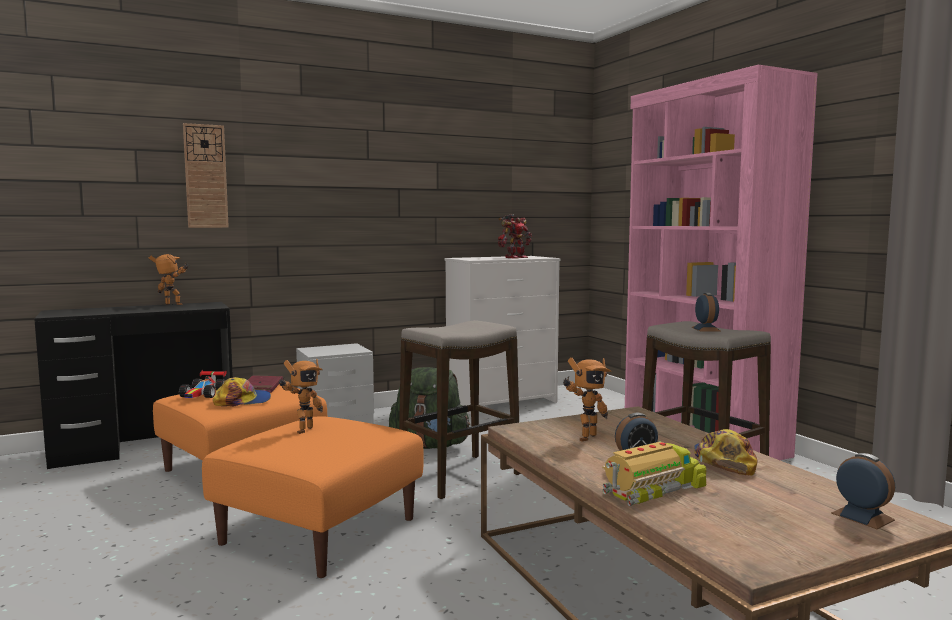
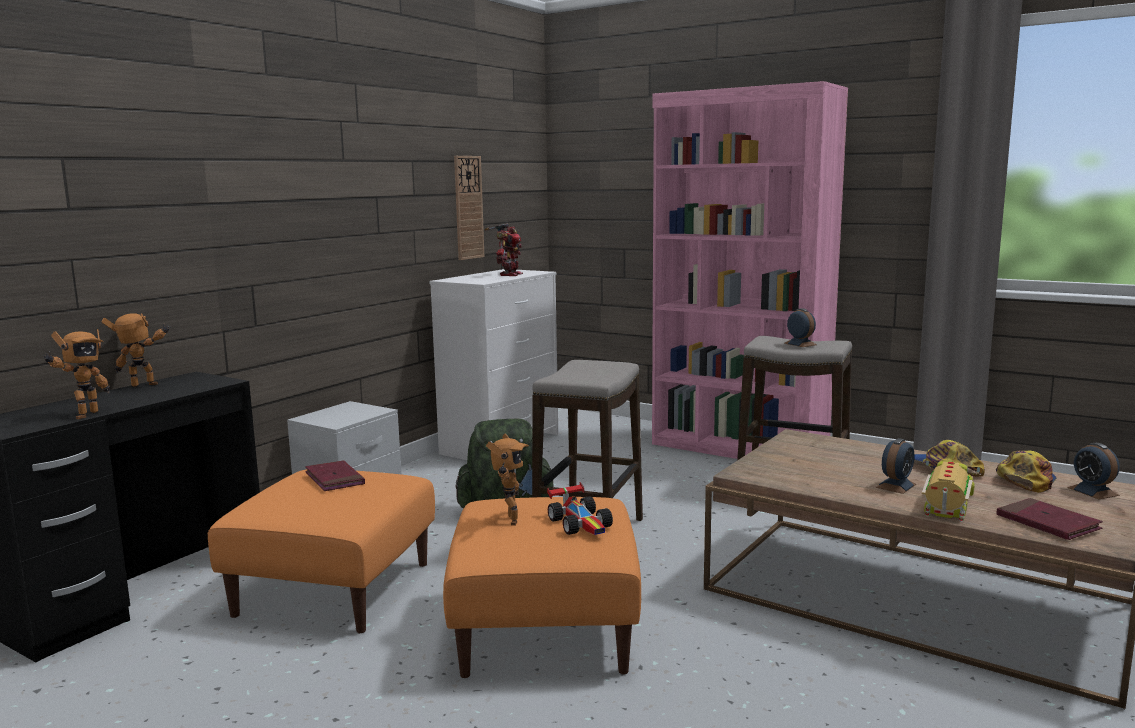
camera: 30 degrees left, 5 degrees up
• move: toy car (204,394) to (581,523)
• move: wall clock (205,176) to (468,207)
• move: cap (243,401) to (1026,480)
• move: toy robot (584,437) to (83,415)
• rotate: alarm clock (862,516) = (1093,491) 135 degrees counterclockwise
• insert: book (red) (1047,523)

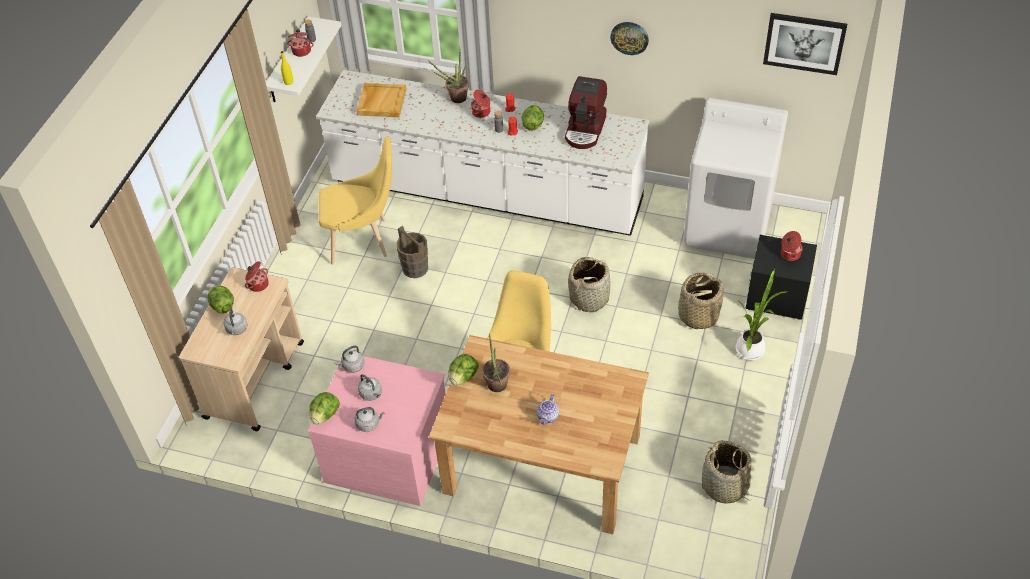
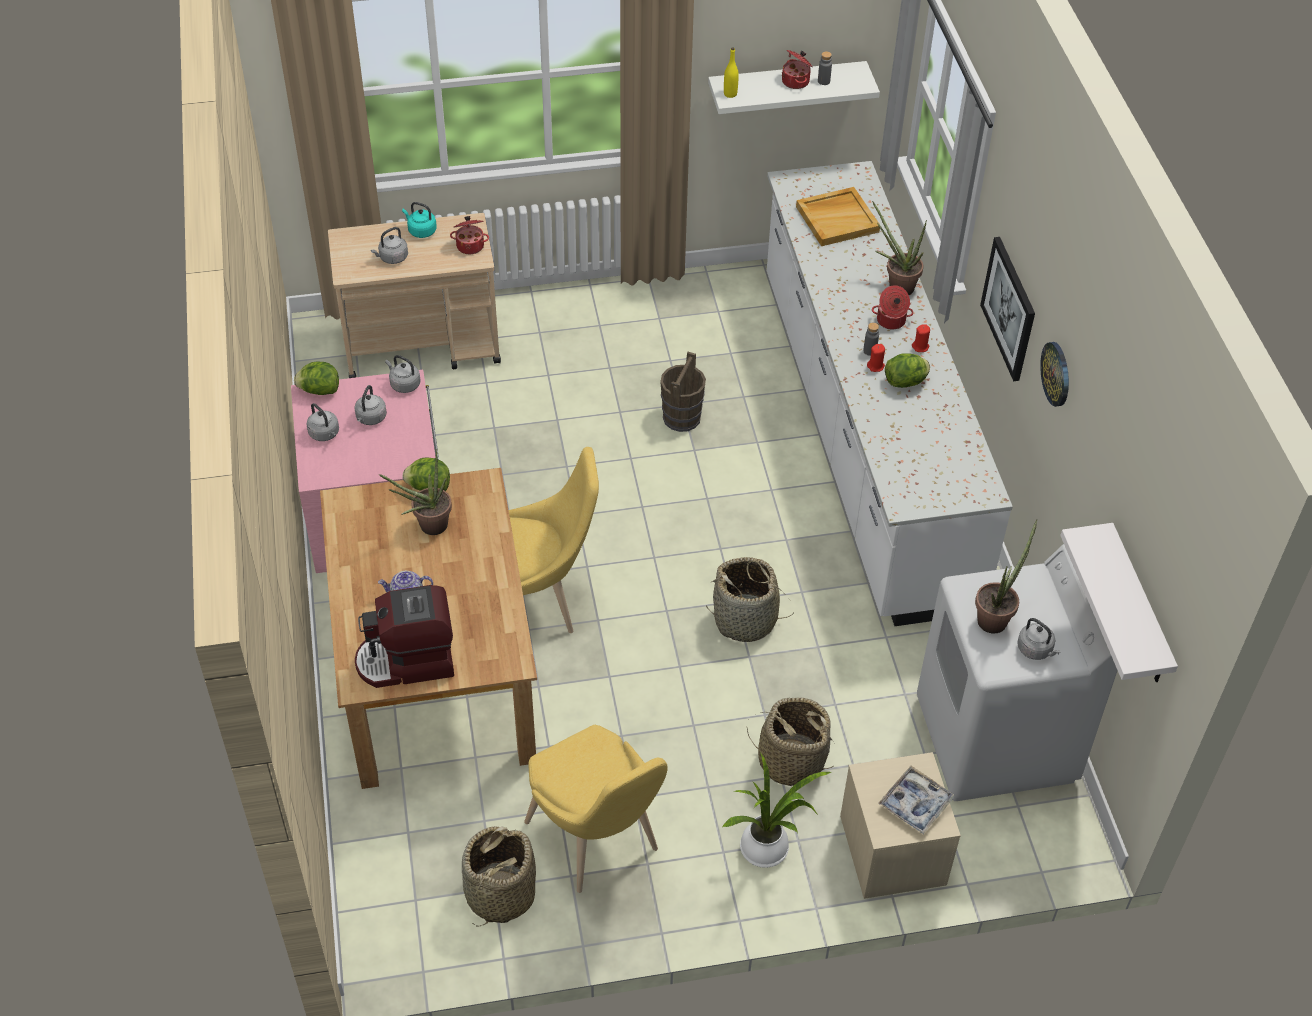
camera: 60 degrees right, 0 degrees up
• replace: lettuce (222,306) to kettle (turquoise) (421,231)
• move: chair (yellow) (364,240) to (598,842)
• move: coffee machine (585,129) to (408,662)
• recolor: nightstand (black) (777,296) to nightstand (beige) (892,851)
• move: picture (804,43) to (1009,308)
• replace: cooking pot (789,254) to tray (915,804)
• insert: potted plant (995,617)
• insert: kettle (grey) (1036,650)
• insert: shelf (white) (1138,608)

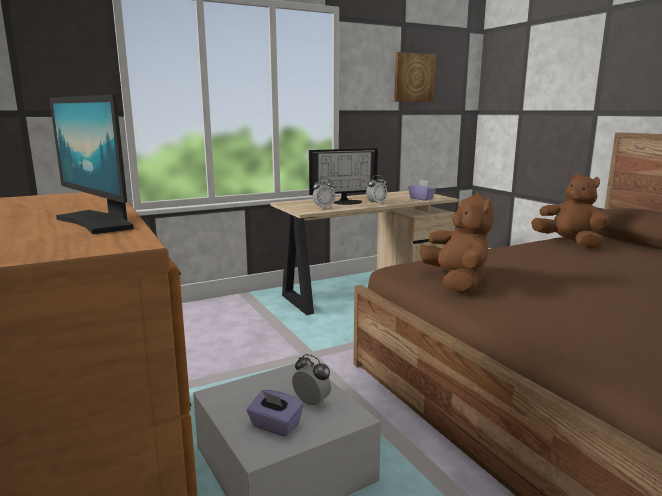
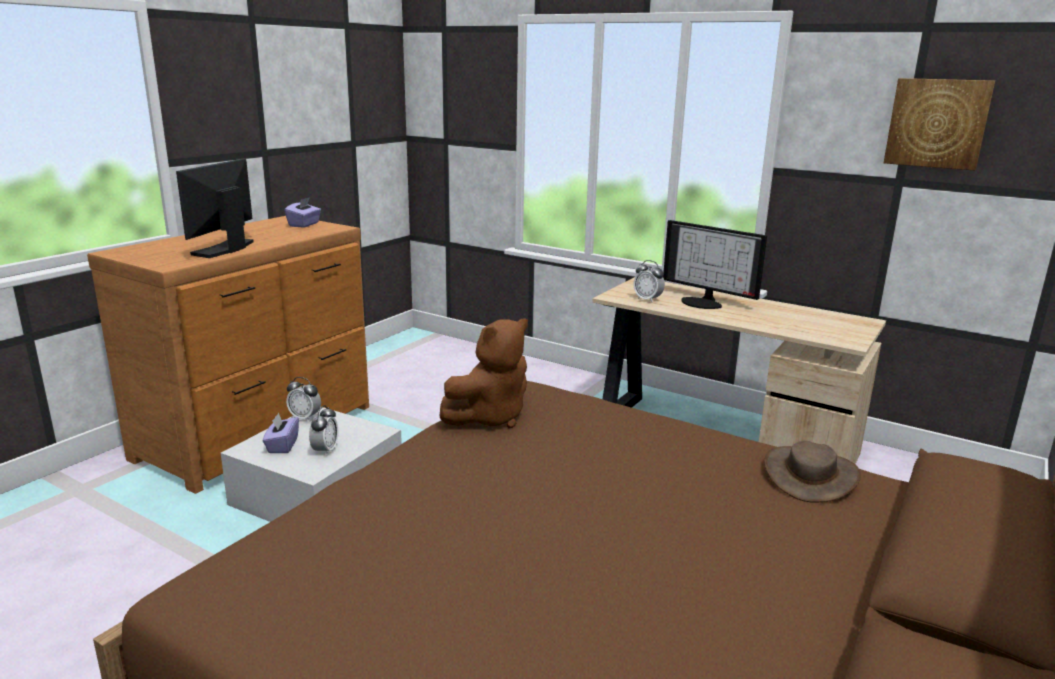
camera: 60 degrees right, 5 degrees up
• move: alarm clock (376,203) to (305,418)
• move: tissue box (purple) (421,199) to (304,224)
• replace: plush toy (brown) (569,243) to hat (brown) (810,475)

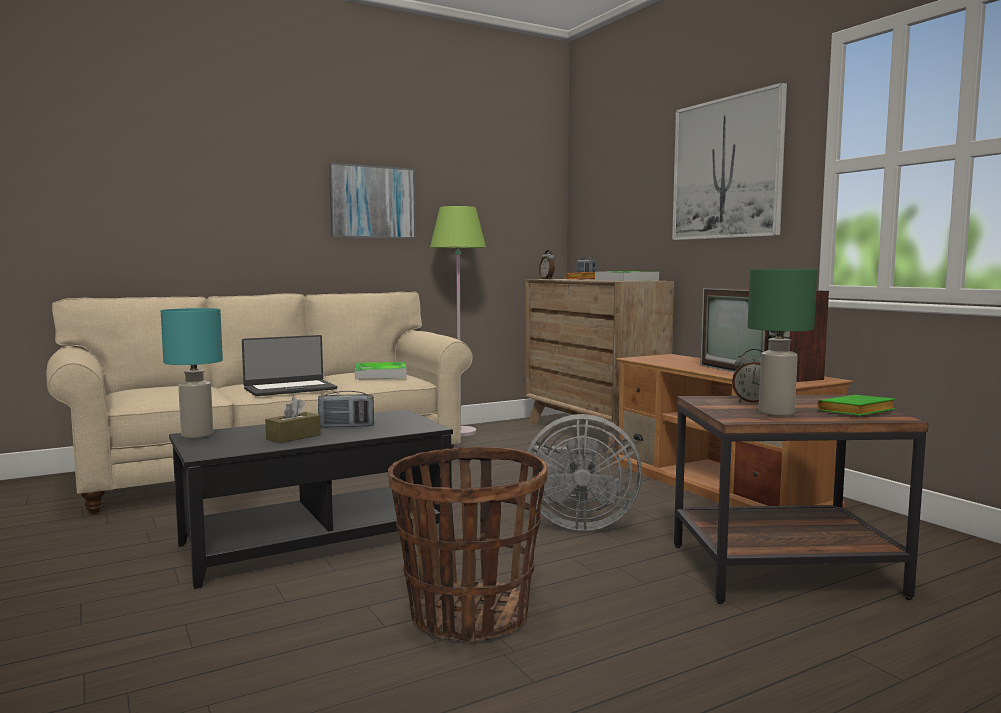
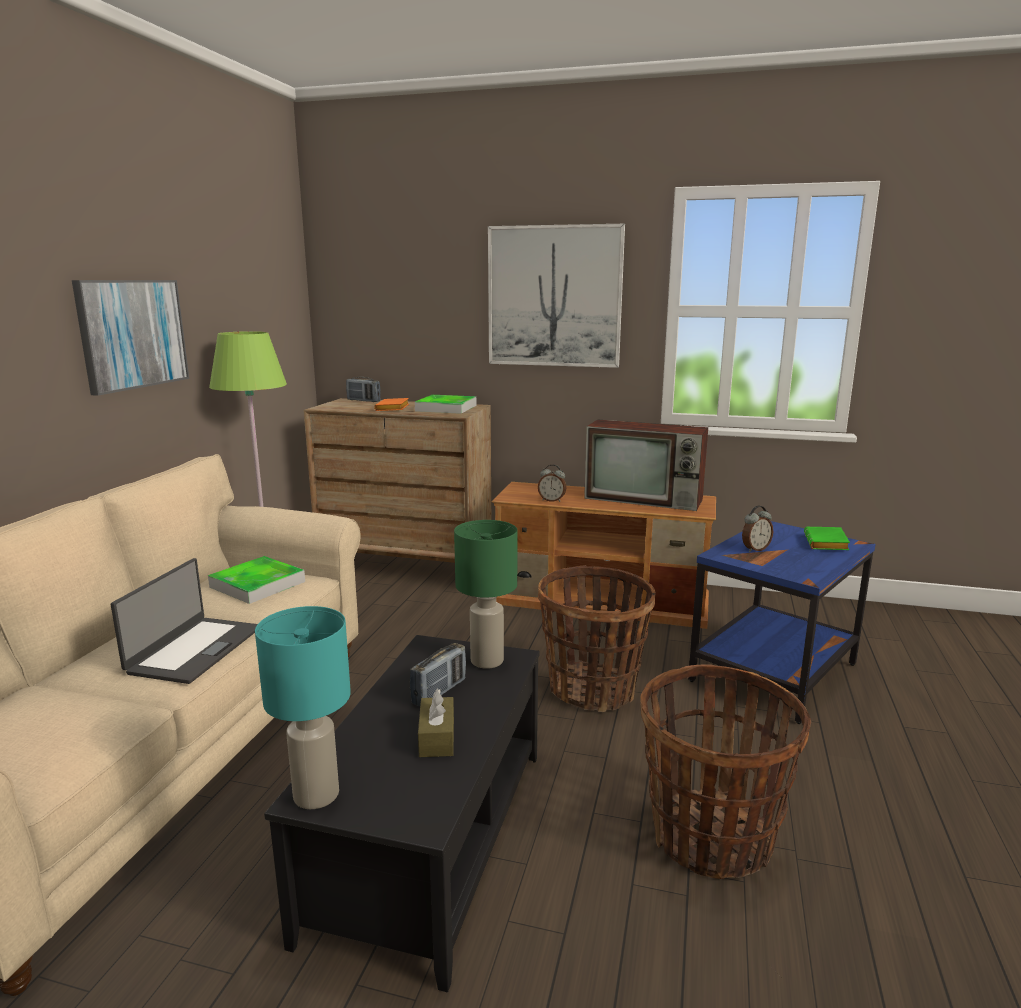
camera: 45 degrees left, 10 degrees up
• replace: fan (grey) (577,523) to basket (592,689)
• move: alarm clock (547,279) to (552,500)
• recolor: side table (brown) (782,570) to side table (blue) (772,672)
• move: table lamp (green) (777,413) to (487,660)

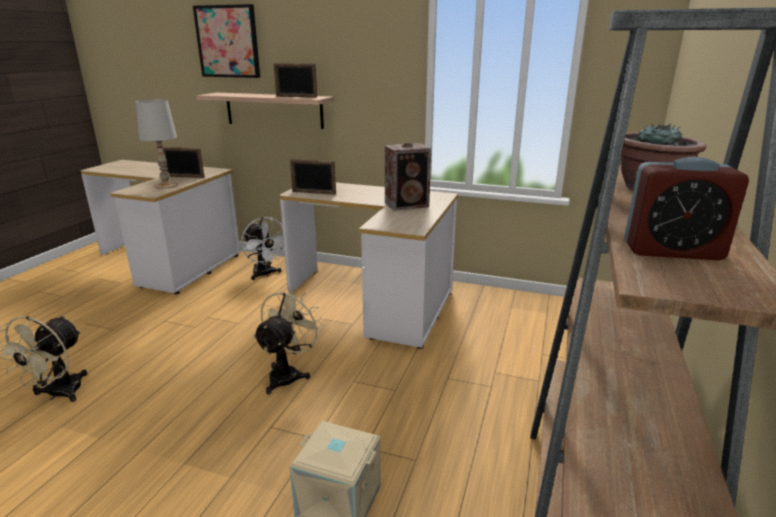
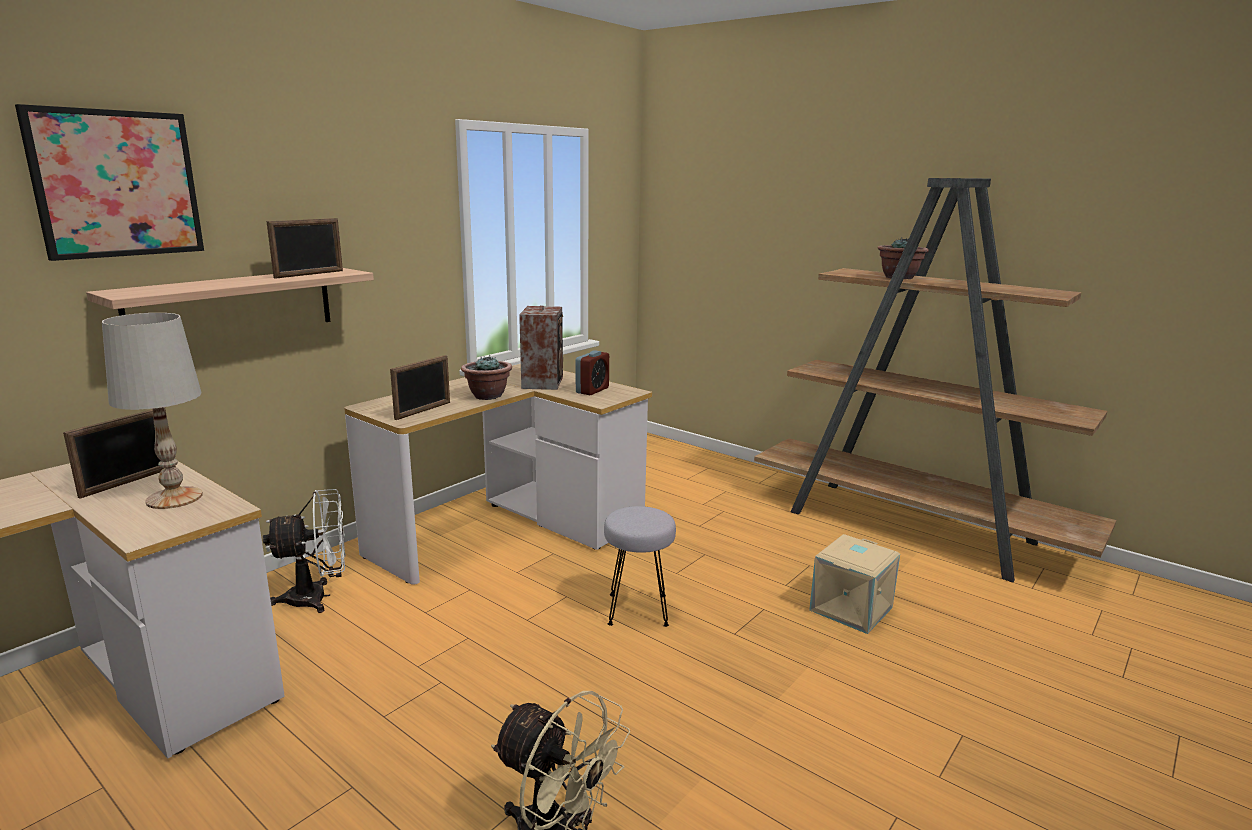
camera: 70 degrees left, 5 degrees down
• replace: fan (beige) (288,374) to stool (grey) (637,610)
• move: alarm clock (672,251) to (592,390)
• insert: potted plant (487,396)

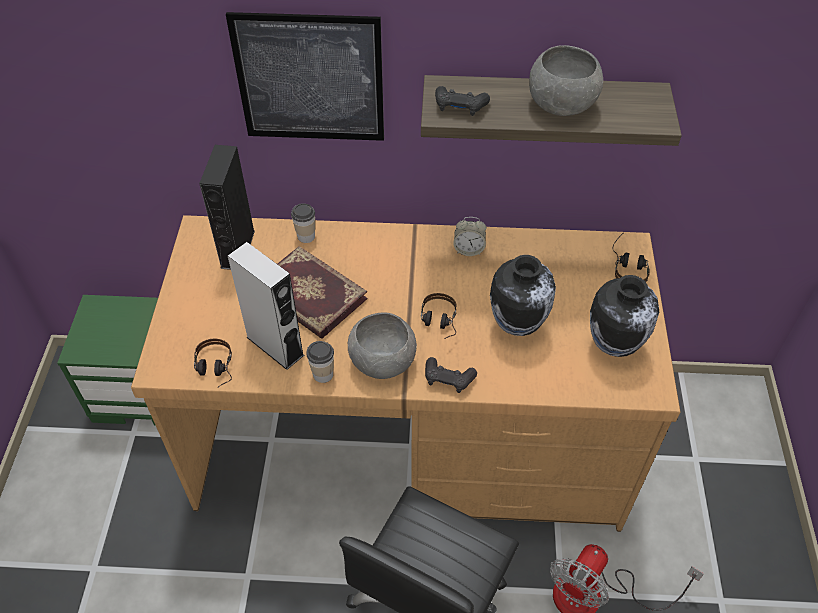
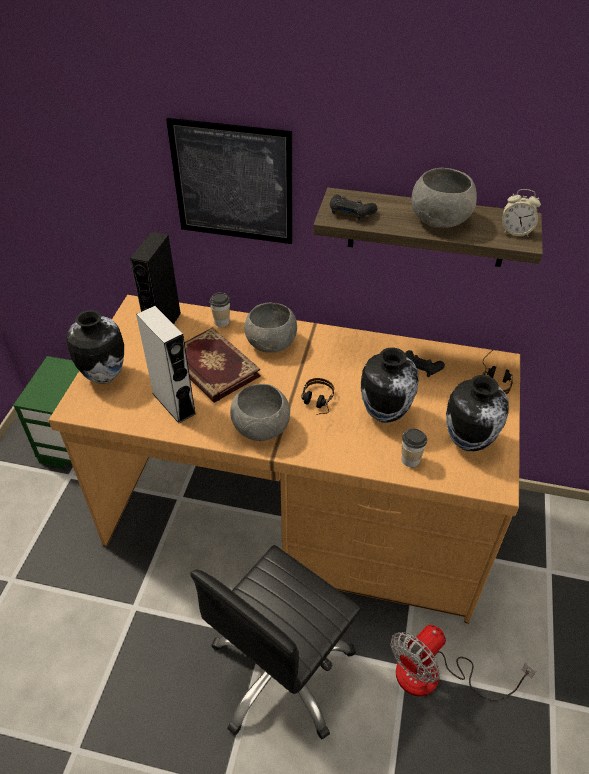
camera: 10 degrees right, 5 degrees down
• delete: headphones (214,371)
• move: cup (323,374) to (410,460)
• move: game controller (black) (448,379) to (421,368)
• move: alarm clock (468,249) to (515,231)
• insert: vase (104,375)
• insert: bowl (grey) (271,343)

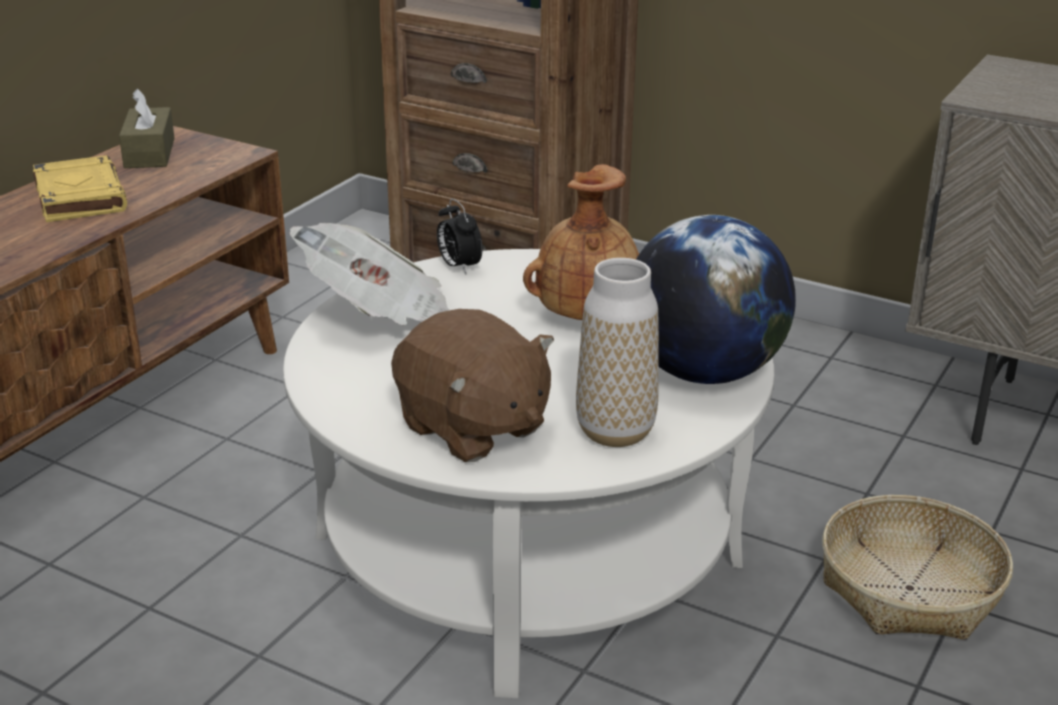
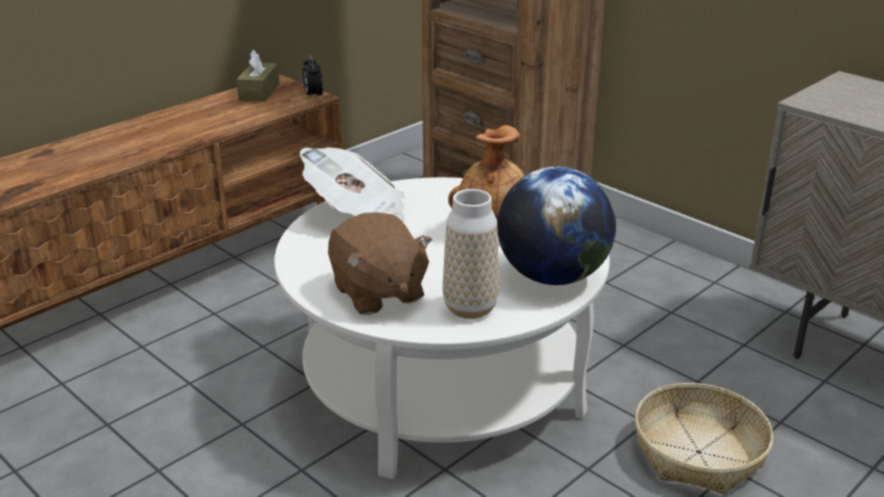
camera: 15 degrees right, 0 degrees up
• delete: book (yellow) (79,197)
• move: alarm clock (458,266) to (313,96)

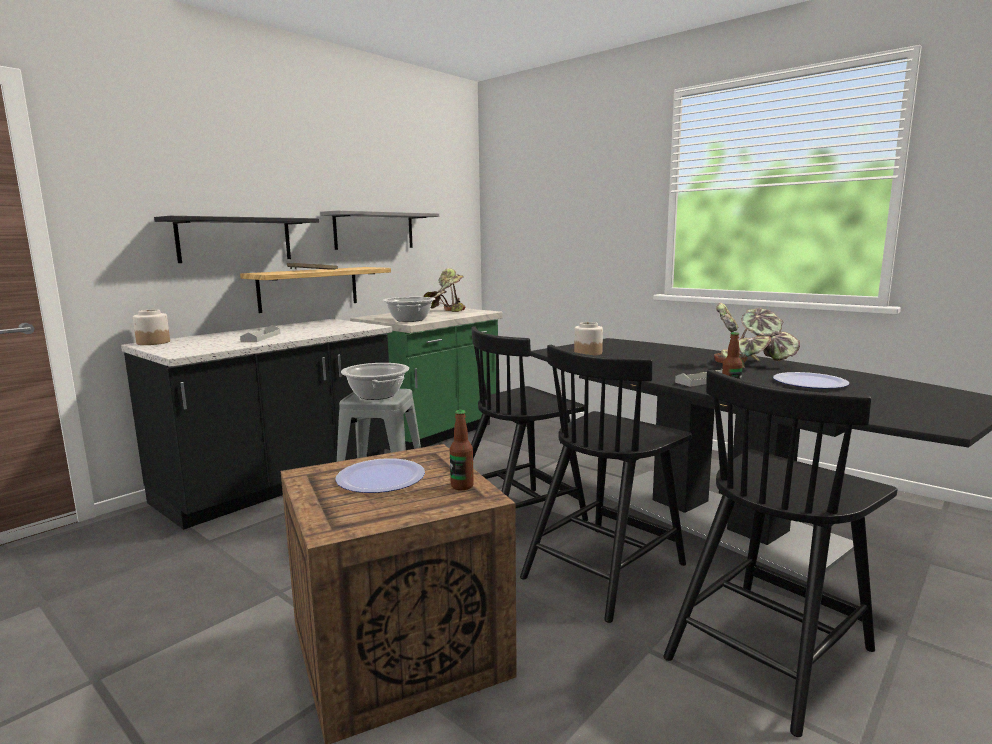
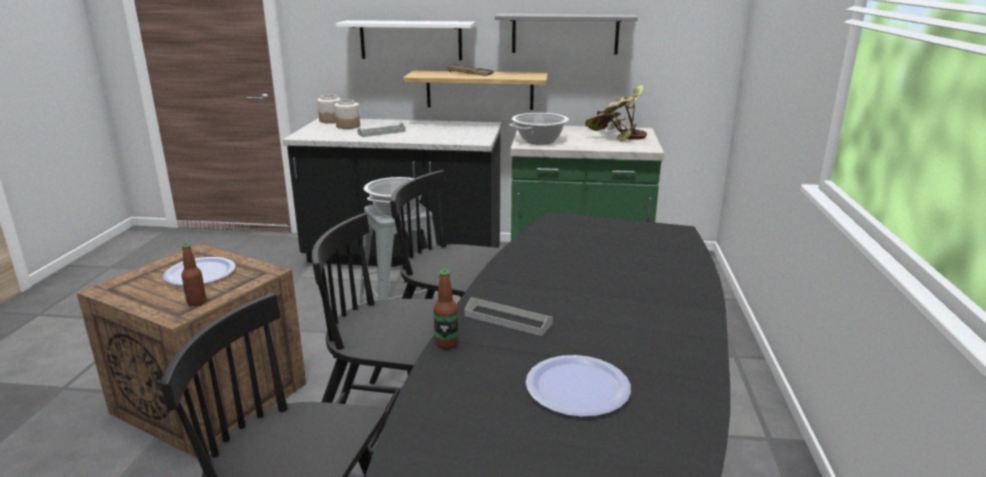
camera: 55 degrees right, 10 degrees up
• recolor: shelf (black) (235,239) to shelf (white) (411,40)
• move: jar (588,353) to (348,126)
• delete: potted plant (750,364)

